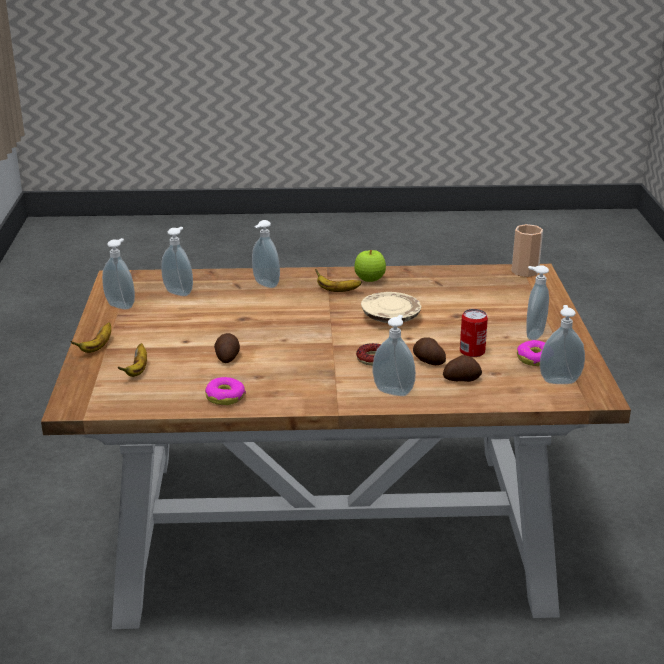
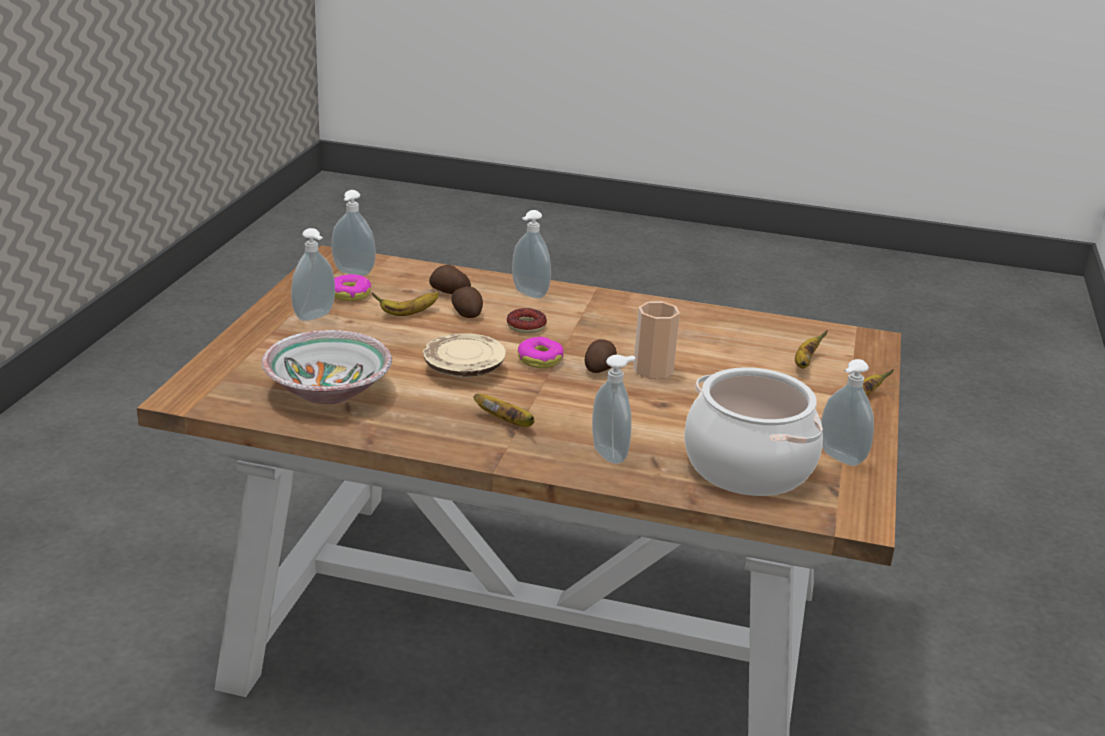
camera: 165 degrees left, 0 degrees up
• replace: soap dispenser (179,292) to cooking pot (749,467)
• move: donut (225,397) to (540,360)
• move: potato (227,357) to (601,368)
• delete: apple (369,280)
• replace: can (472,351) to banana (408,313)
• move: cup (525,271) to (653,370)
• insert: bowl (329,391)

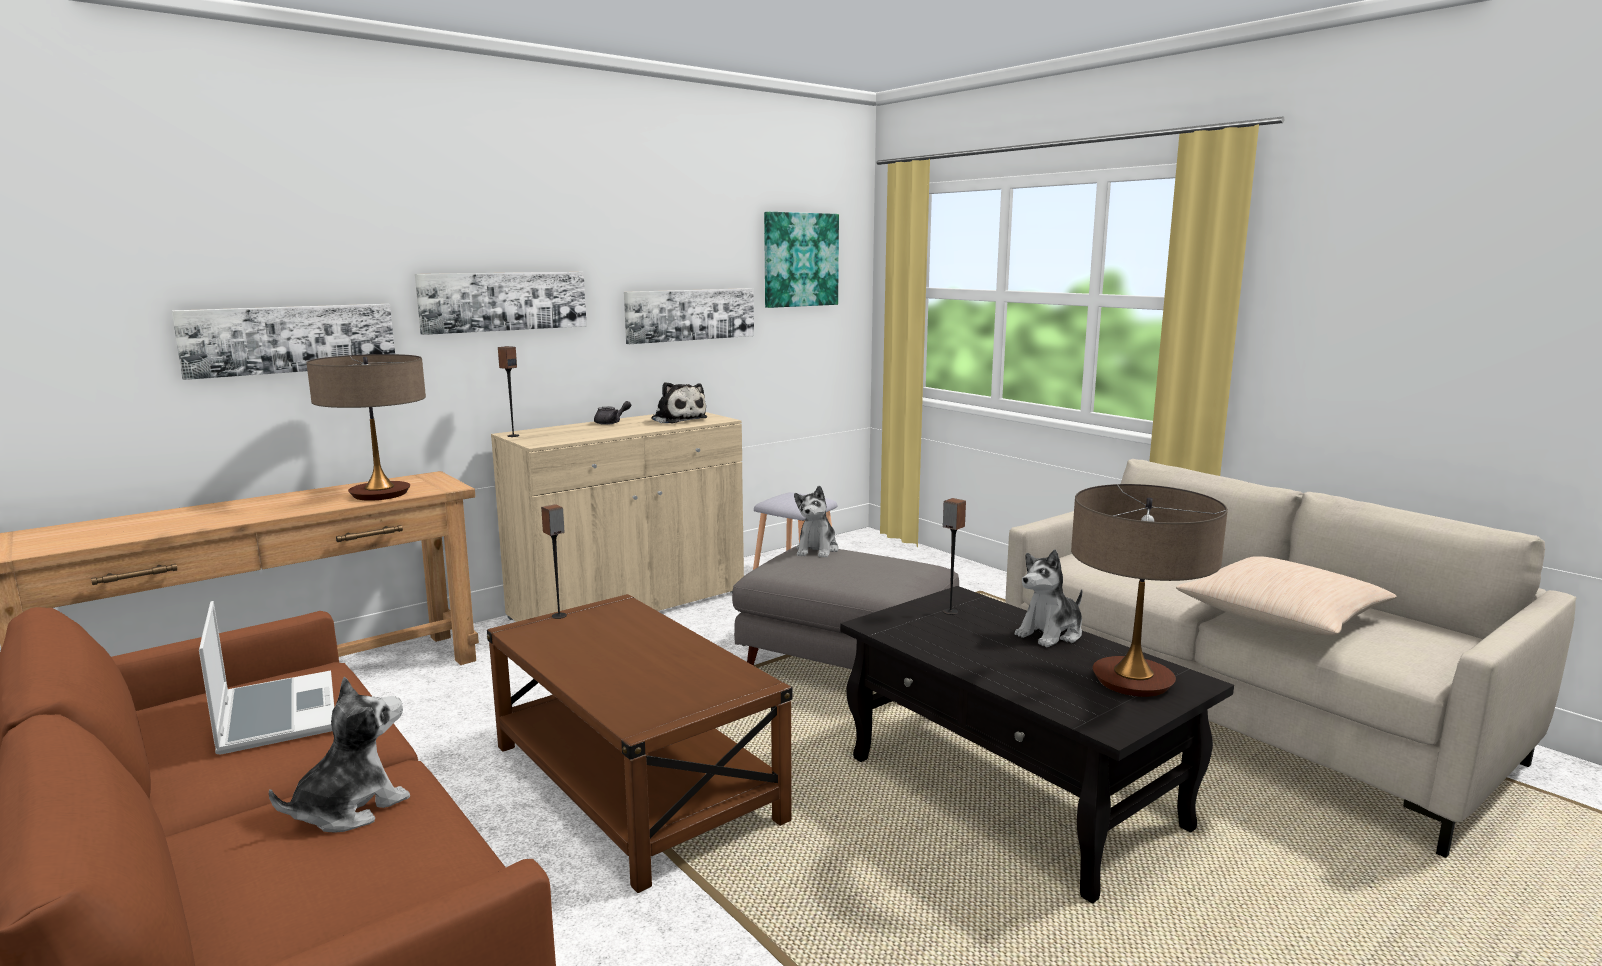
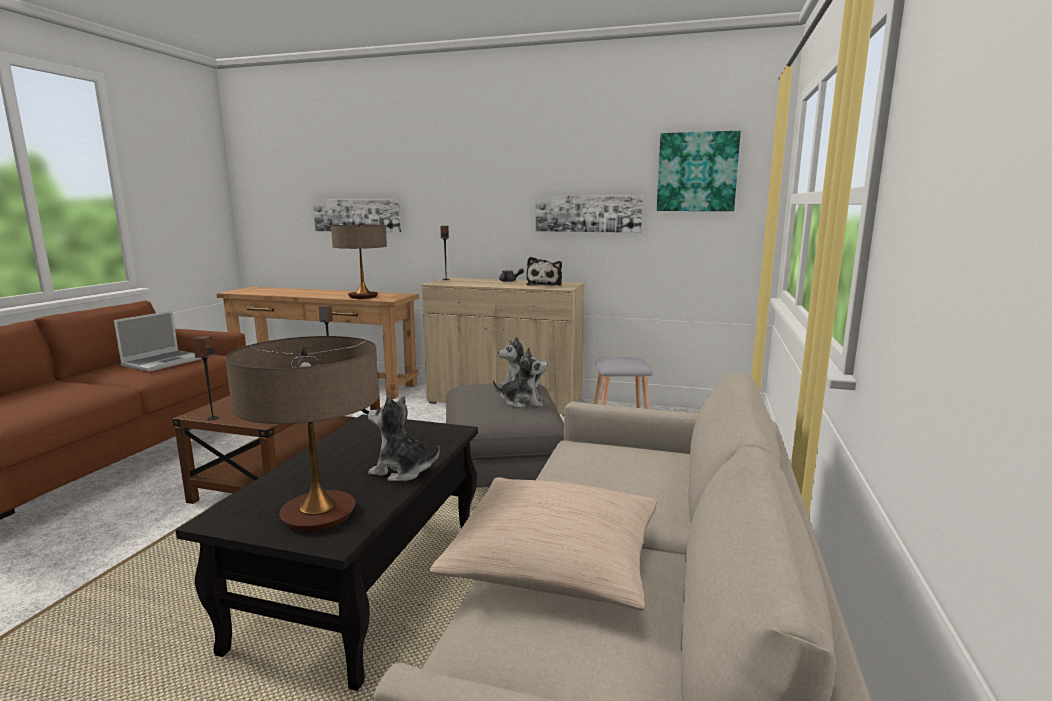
camera: 55 degrees right, 0 degrees up
• move: plush toy (350,808) to (522,402)
• delete: picture (504,301)
• move: speaker (950,612) to (212,418)

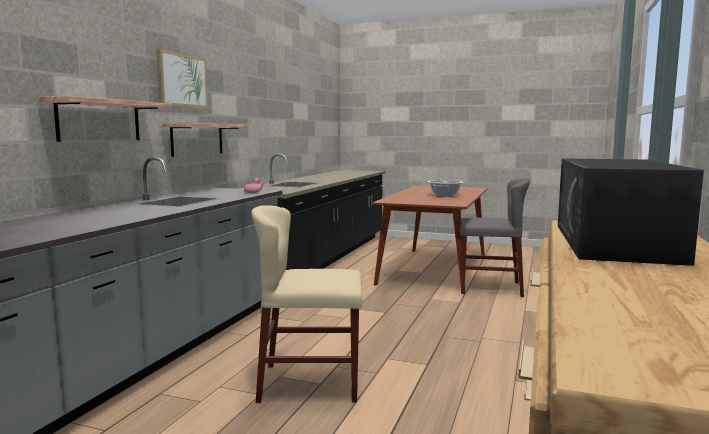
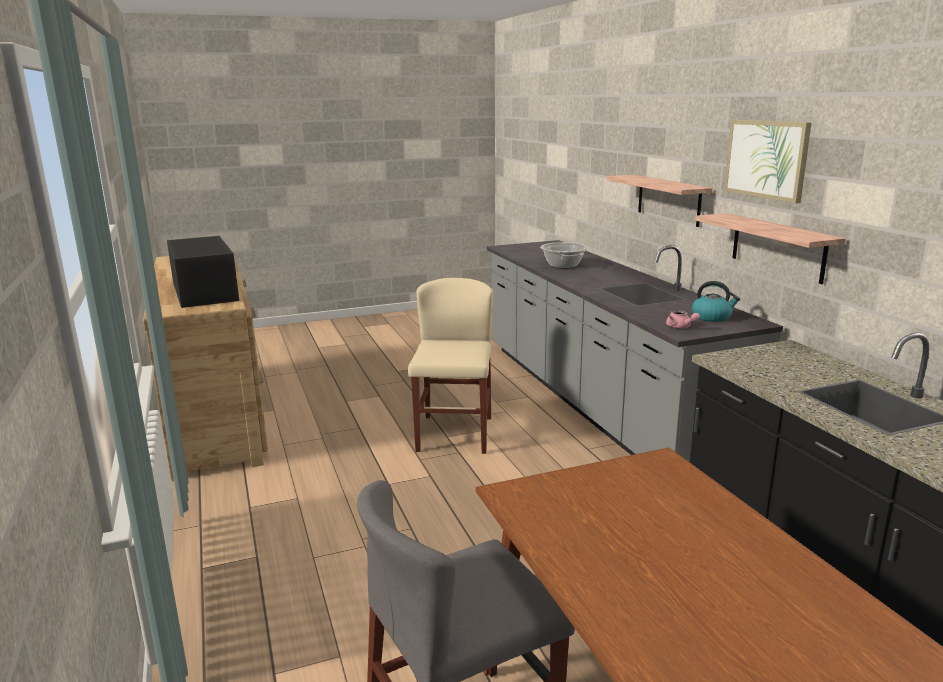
camera: 140 degrees right, 10 degrees up
• rotate: chair (beige) (310,383) = (454,434) 45 degrees counterclockwise
• move: cooking pot (445,195) to (563,265)
• insert: kettle (712,317)

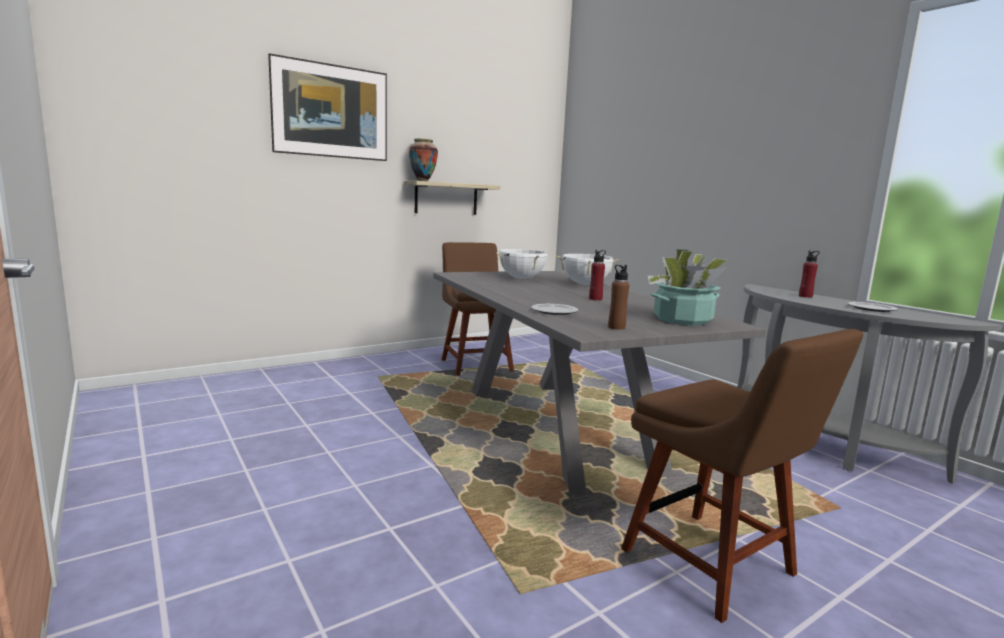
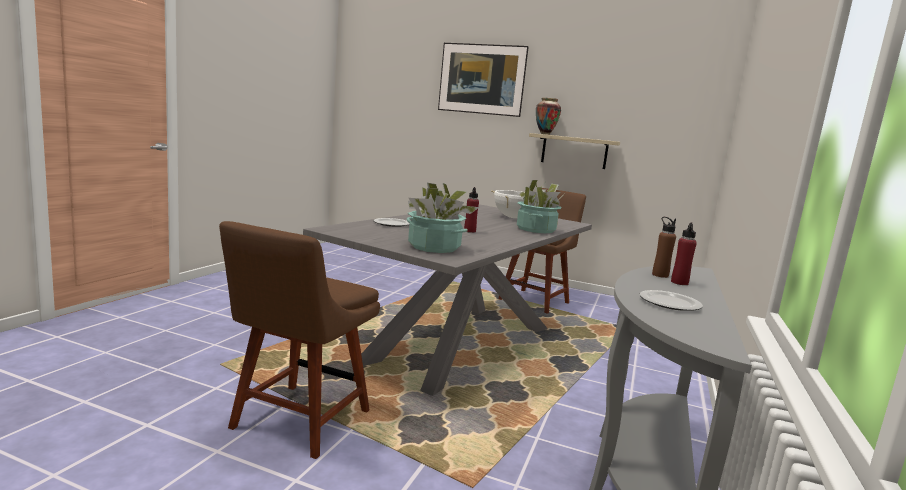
camera: 55 degrees right, 0 degrees up
• replace: cooking pot (white) (585,284) to potted plant (536,229)
• move: bottle (brown) (616,327) to (660,275)

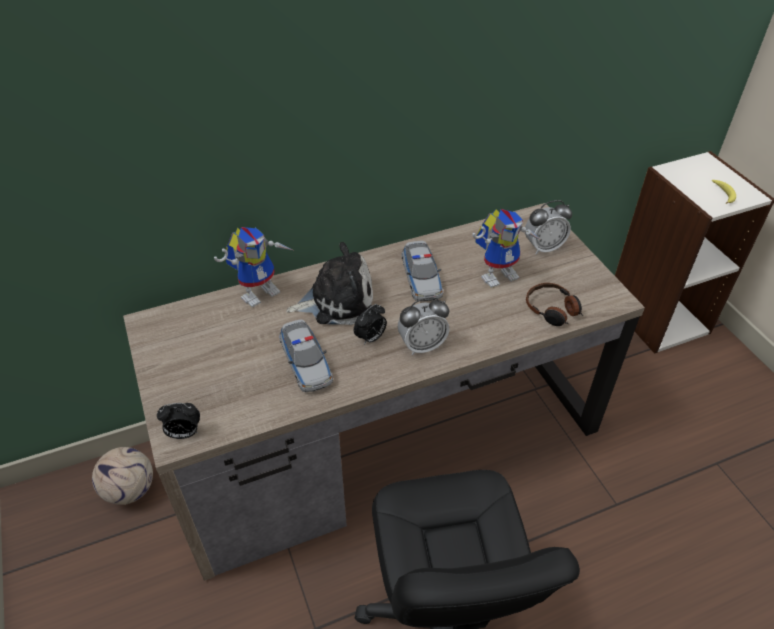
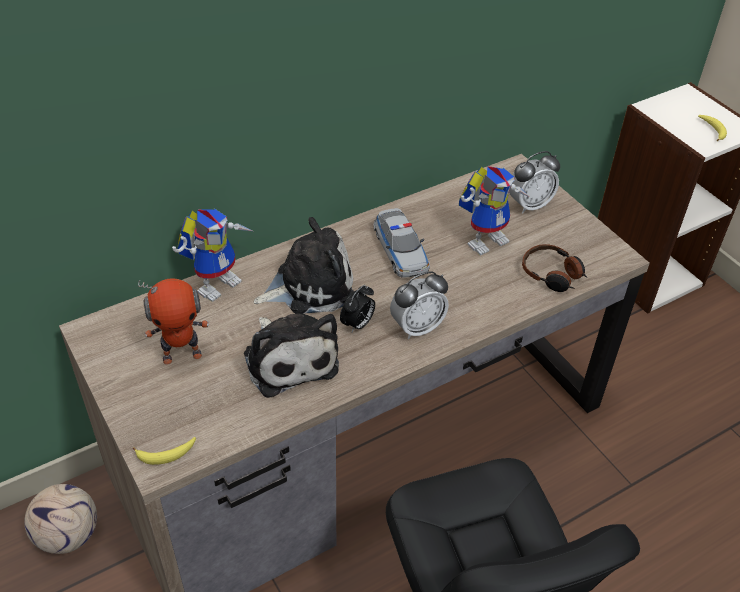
camera: 10 degrees left, 0 degrees up
• replace: alarm clock (184,433) to banana (166,454)
• replace: toy car (306,362) to plush toy (289,359)
• insert: toy robot (182,355)

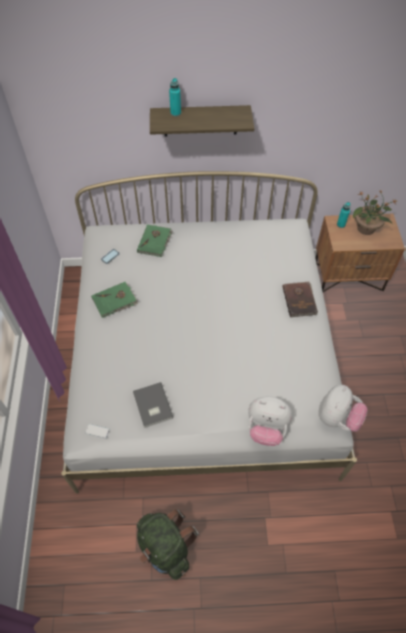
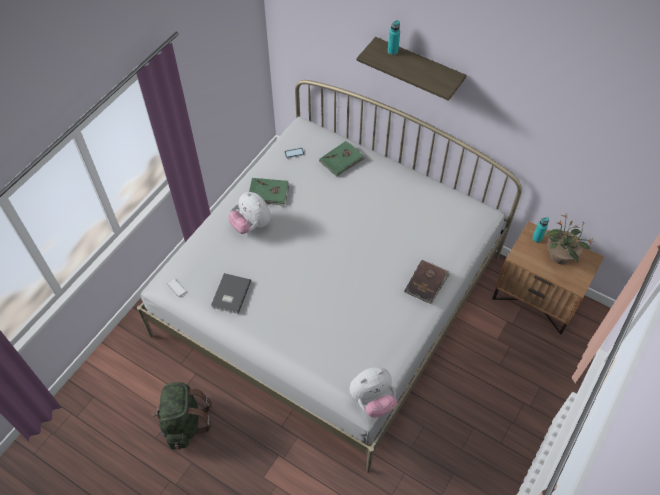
camera: 35 degrees right, 0 degrees up
• move: plush toy (266,428) to (251,225)

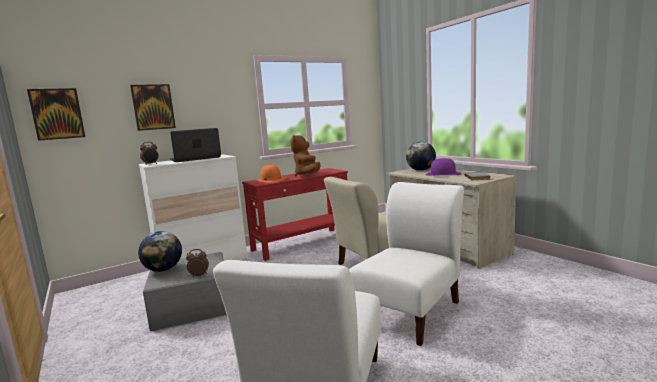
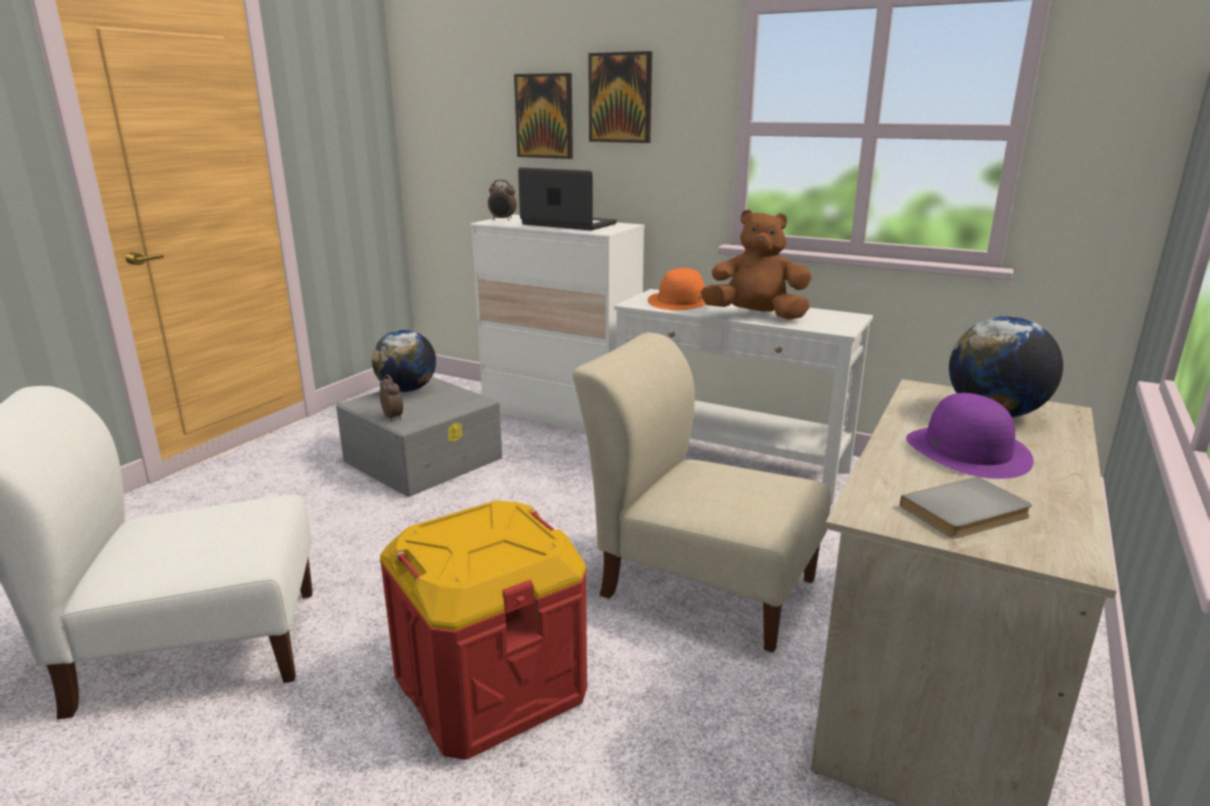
camera: 60 degrees right, 10 degrees up
• move: picture (57,114) to (620,98)
• recolor: console table (red) (302,243) to console table (white) (731,464)
• rotate: plush toy (brown) (307,175) = (756,316) 45 degrees clockwise
• replace: chair (white) (410,310) to storage box (red) (490,685)

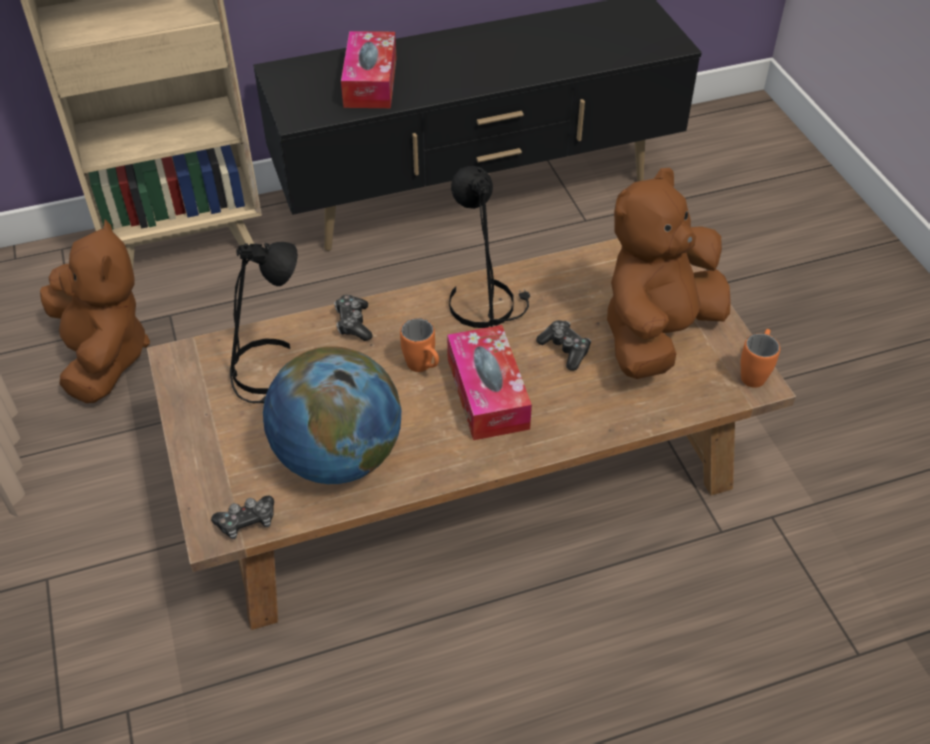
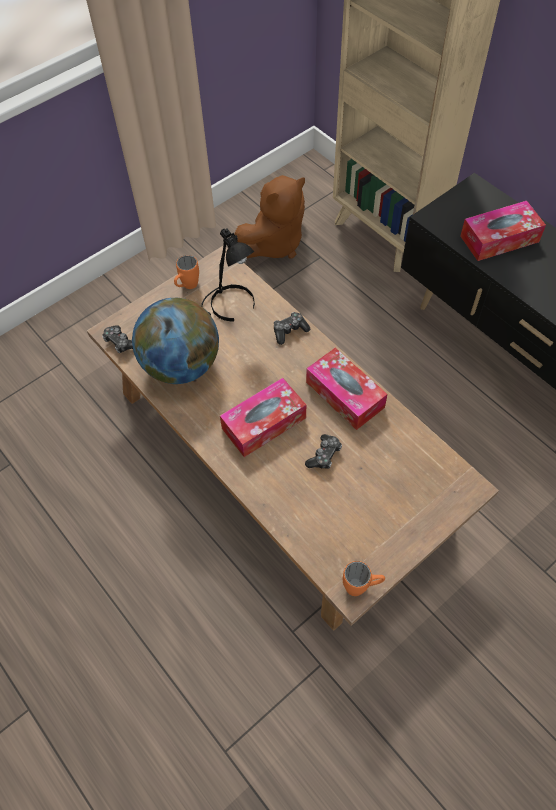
camera: 70 degrees right, 10 degrees up
• move: mug (orange) (423,368) to (187,287)
• replace: table lamp (black) (486,303) to tissue box (345,395)
• delete: plush toy (brown) (657,333)

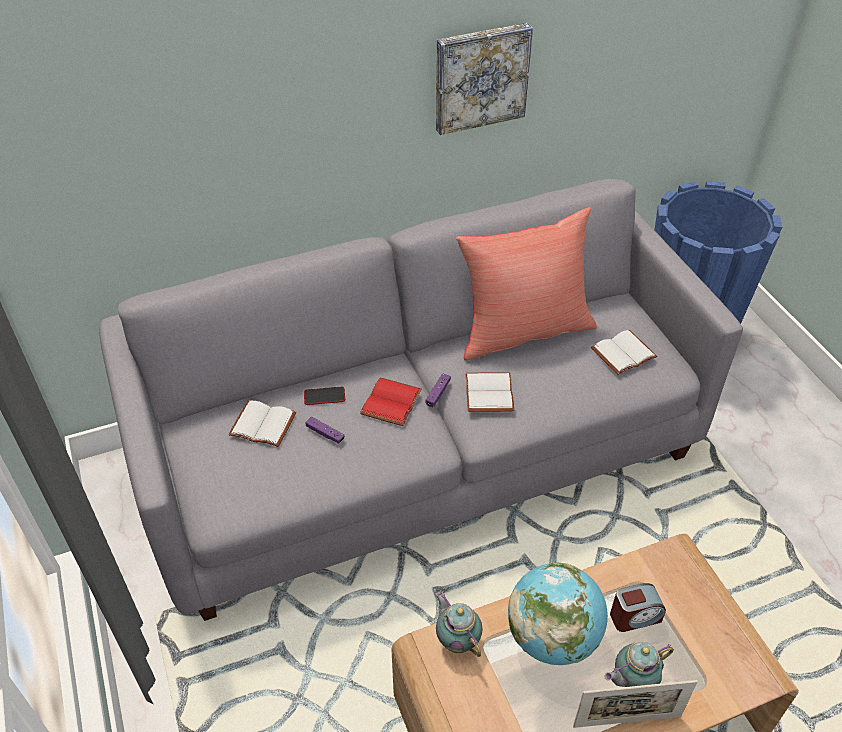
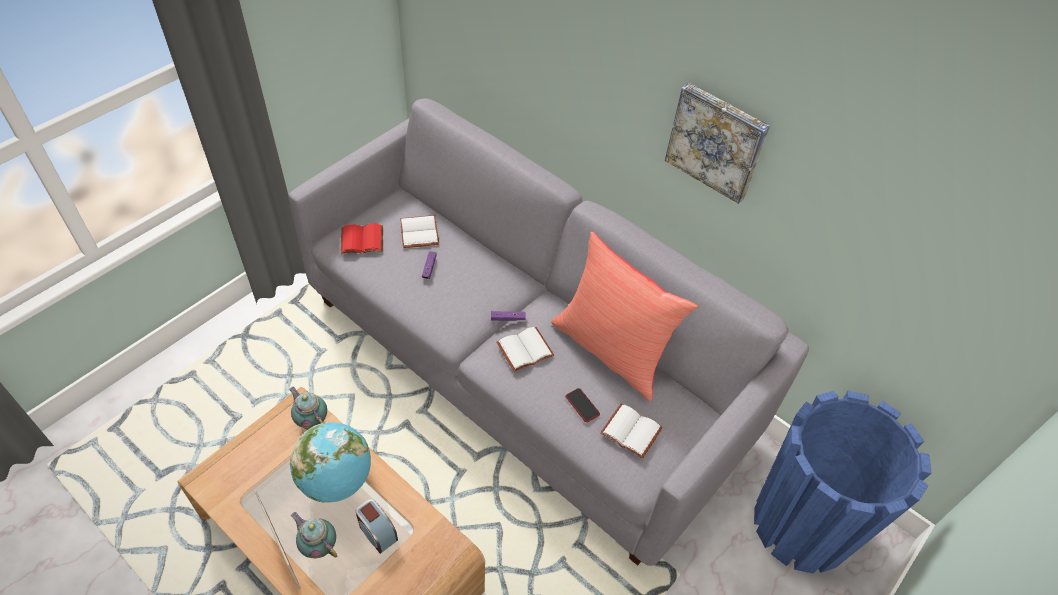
camera: 60 degrees right, 5 degrees up
• move: phone (324,396) to (582,405)
• move: book (red) (392,404) to (361,241)
• rotate: teapot (457,640) = (312,420) 75 degrees counterclockwise

